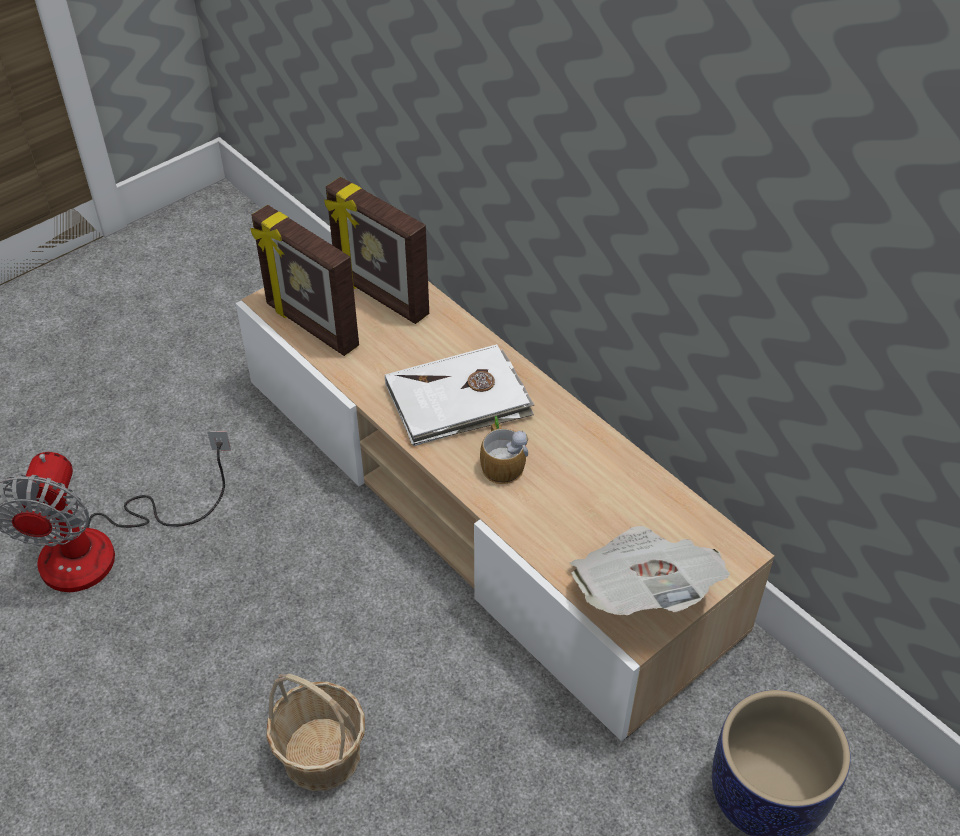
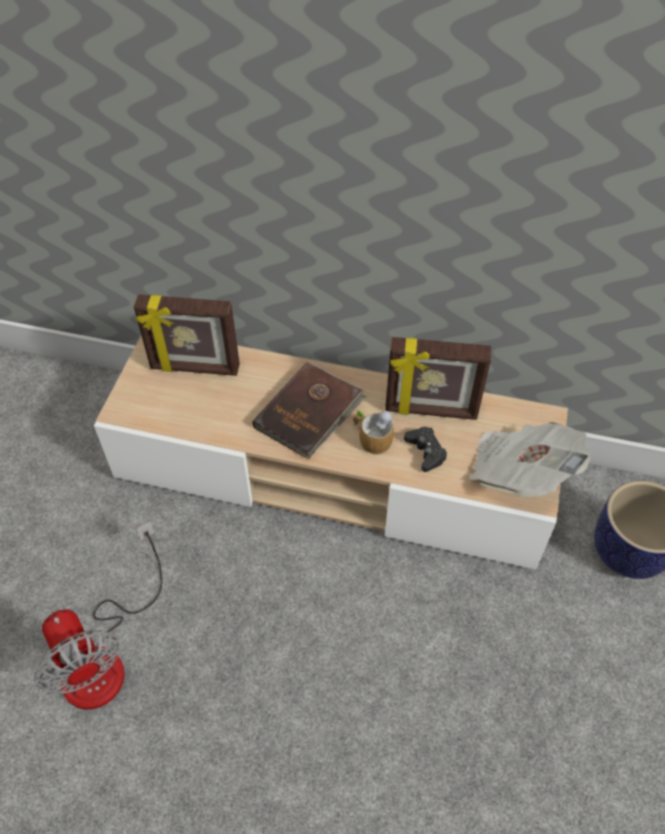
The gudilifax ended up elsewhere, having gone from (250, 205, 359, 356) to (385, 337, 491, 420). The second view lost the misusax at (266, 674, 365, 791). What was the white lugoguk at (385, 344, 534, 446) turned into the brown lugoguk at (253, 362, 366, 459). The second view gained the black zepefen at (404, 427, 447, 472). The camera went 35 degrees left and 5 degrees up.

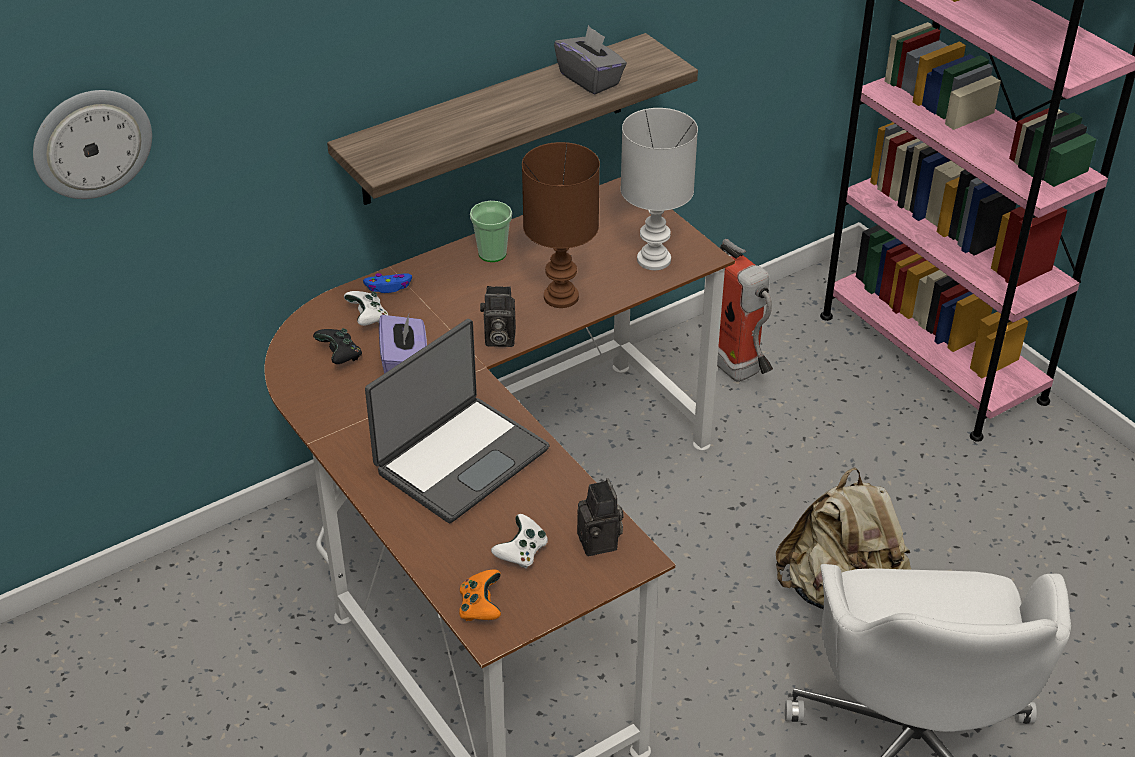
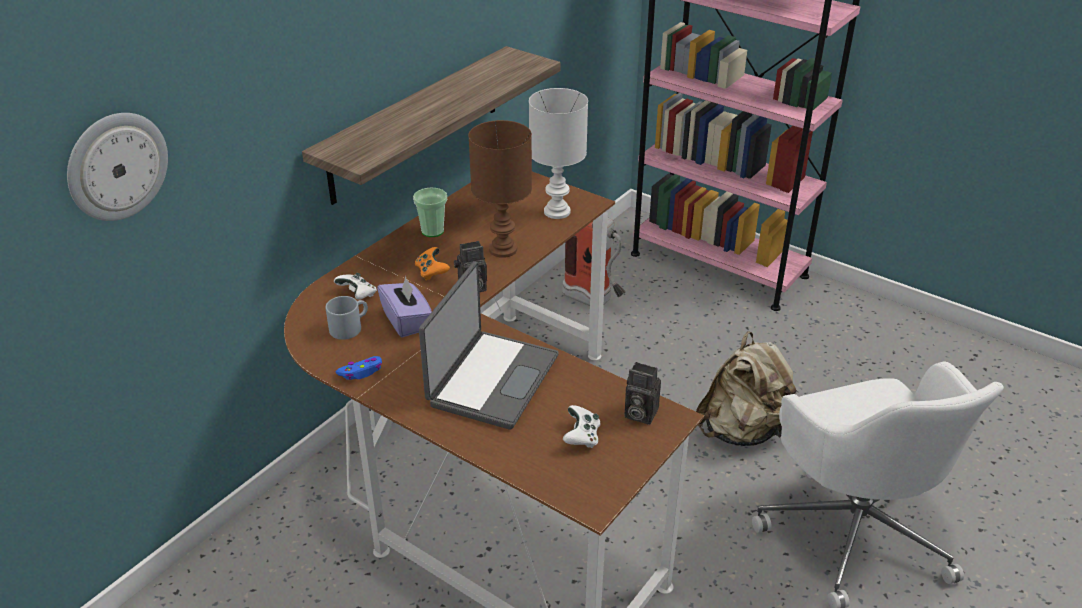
Where the black zepefen stood at (313, 328, 362, 364), the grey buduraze came to stand at (325, 296, 368, 340). The blue zepefen ended up elsewhere, having gone from (363, 273, 412, 293) to (335, 356, 382, 380). The orange zepefen ended up elsewhere, having gone from (459, 570, 501, 621) to (415, 247, 450, 281). The second view lost the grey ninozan at (554, 25, 627, 94). The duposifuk at (577, 478, 624, 556) ended up facing another way, 150 degrees clockwise from before. The camera went 20 degrees left and 5 degrees down.

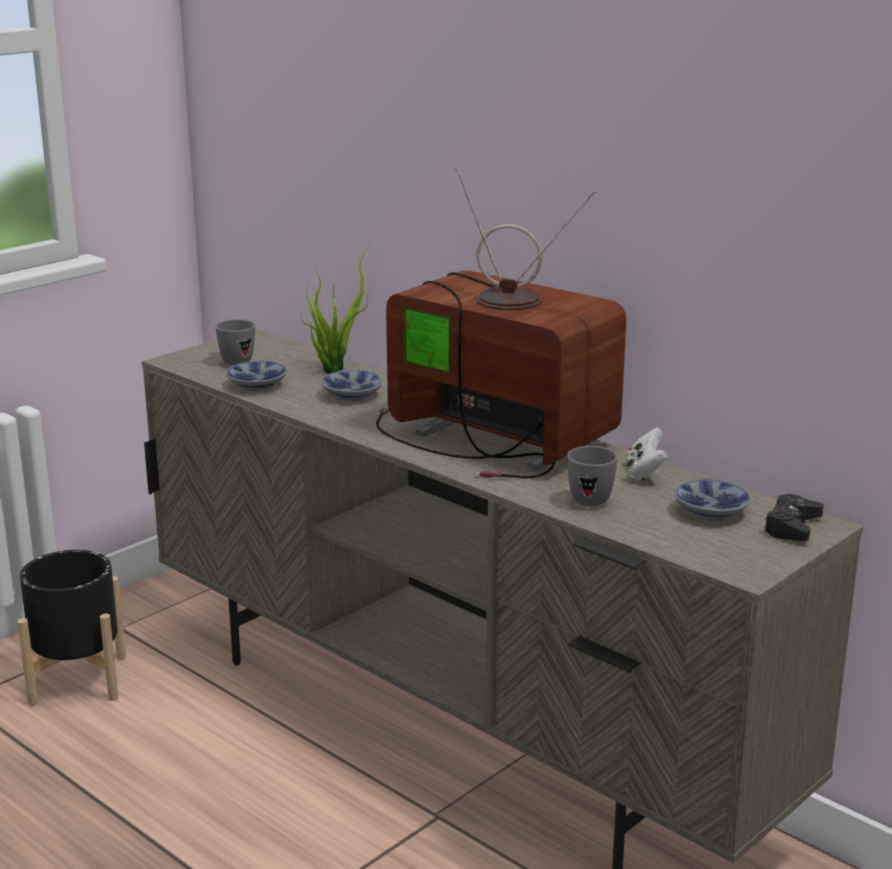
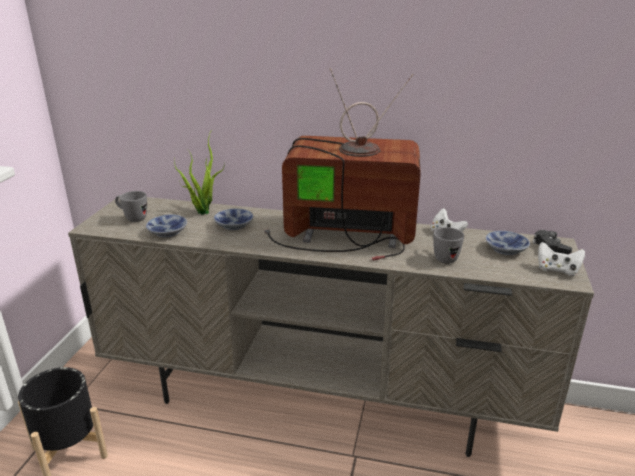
The second view gained the white zepefen at (538, 242, 585, 276). The camera went 30 degrees left and 5 degrees up.

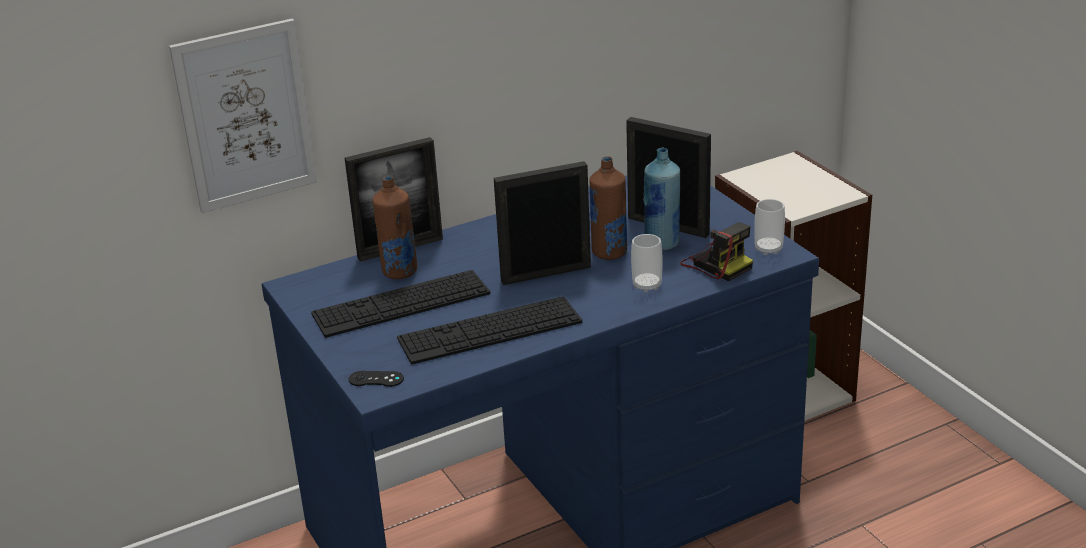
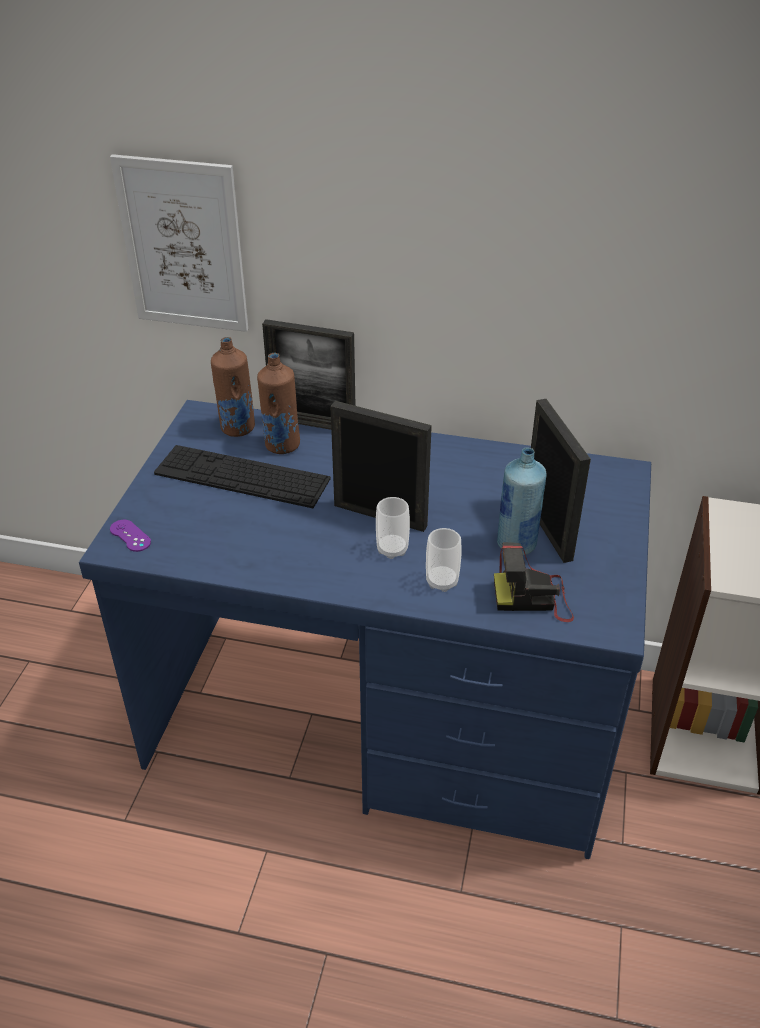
What was the black zepefen at (348, 371, 404, 387) turned into the purple zepefen at (110, 520, 151, 552). The second view lost the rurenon at (397, 296, 582, 364). The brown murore ended up elsewhere, having gone from (590, 156, 627, 260) to (211, 337, 255, 437). The duposifuk at (680, 222, 753, 281) ended up facing another way, 90 degrees clockwise from before. The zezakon ended up elsewhere, having gone from (754, 199, 785, 255) to (376, 497, 410, 559). The camera went 40 degrees right and 10 degrees up.

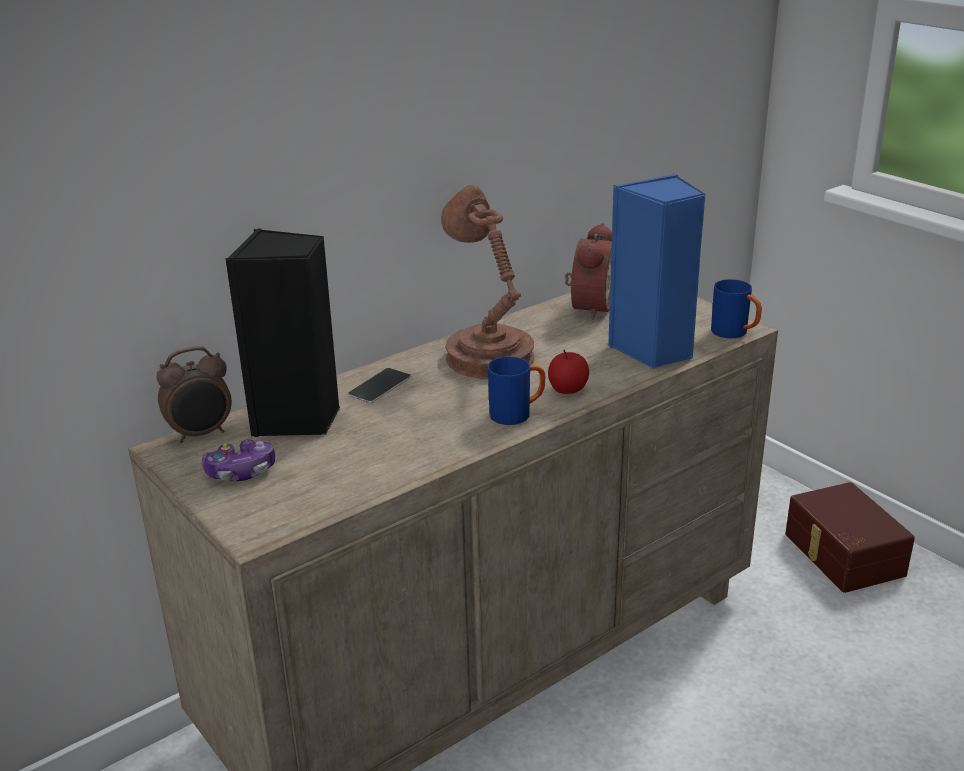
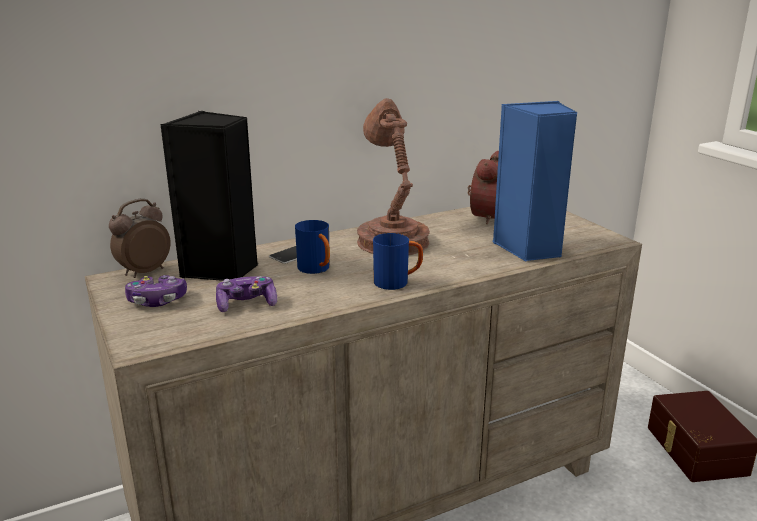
The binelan at (157, 346, 232, 443) ended up facing another way, 150 degrees clockwise from before. The second view lost the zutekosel at (548, 350, 589, 394). The blue buduraze ended up elsewhere, having gone from (711, 279, 762, 338) to (295, 220, 330, 274). The second view gained the zepefen at (216, 276, 277, 312). The camera went 10 degrees right and 5 degrees down.

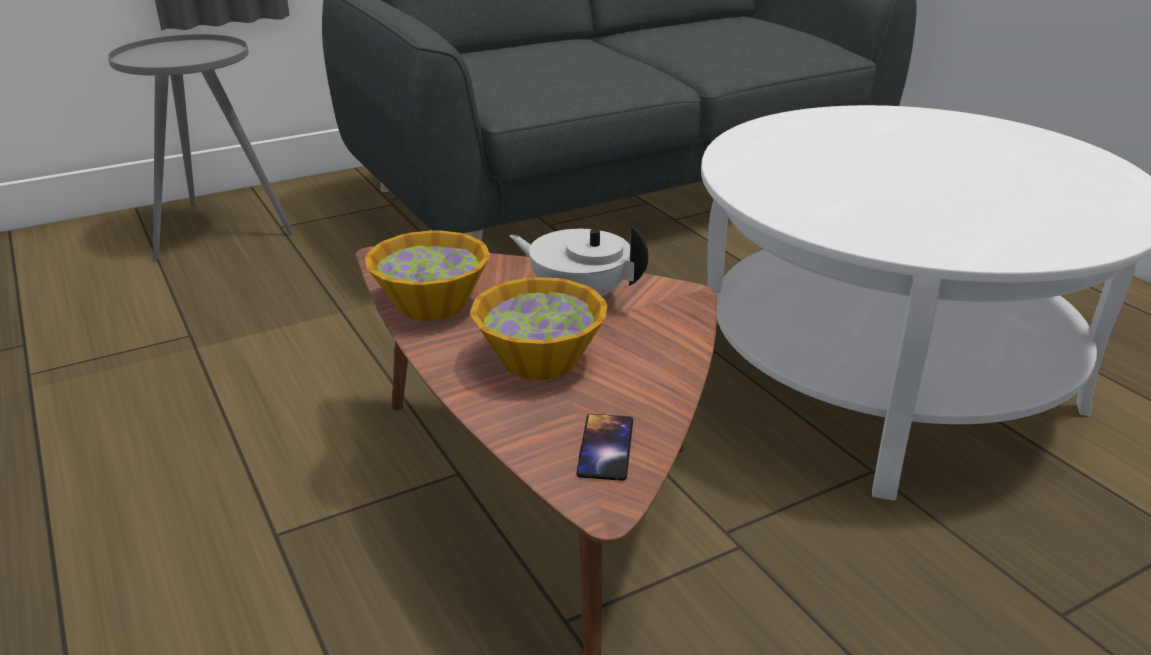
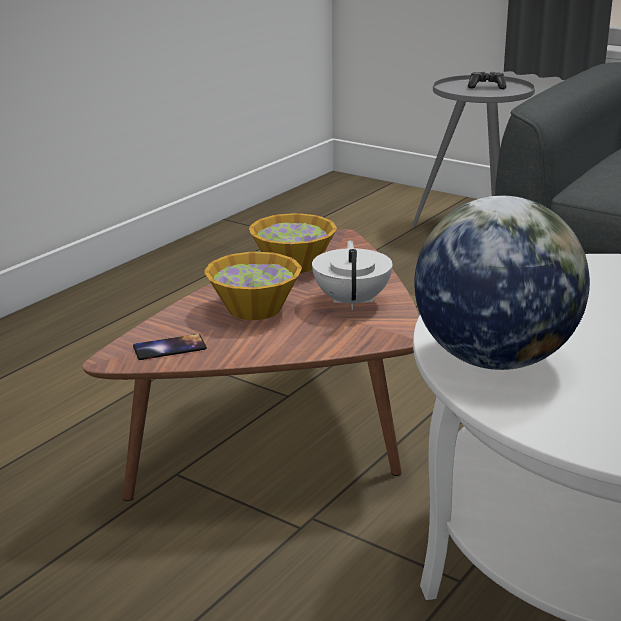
The second view gained the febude at (414, 196, 590, 370). The second view gained the zepefen at (468, 72, 506, 89). The camera went 65 degrees right and 5 degrees down.

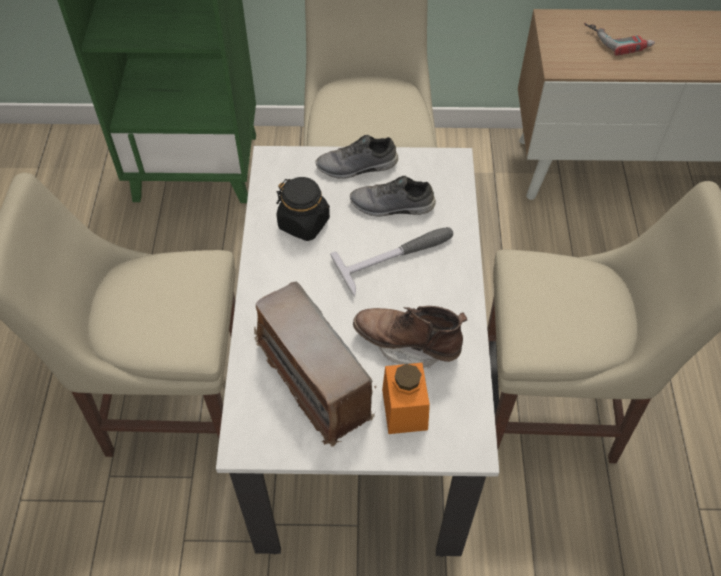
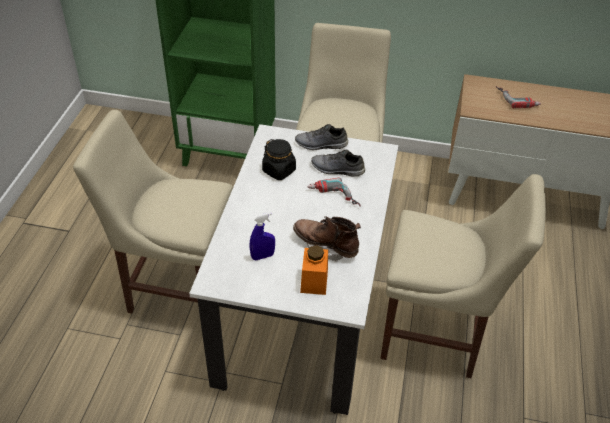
Where the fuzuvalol stood at (254, 282, 376, 447), the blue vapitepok came to stand at (250, 213, 275, 260). Where the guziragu stood at (330, 227, 453, 296), the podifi came to stand at (307, 178, 361, 207). The camera went 10 degrees right and 10 degrees down.

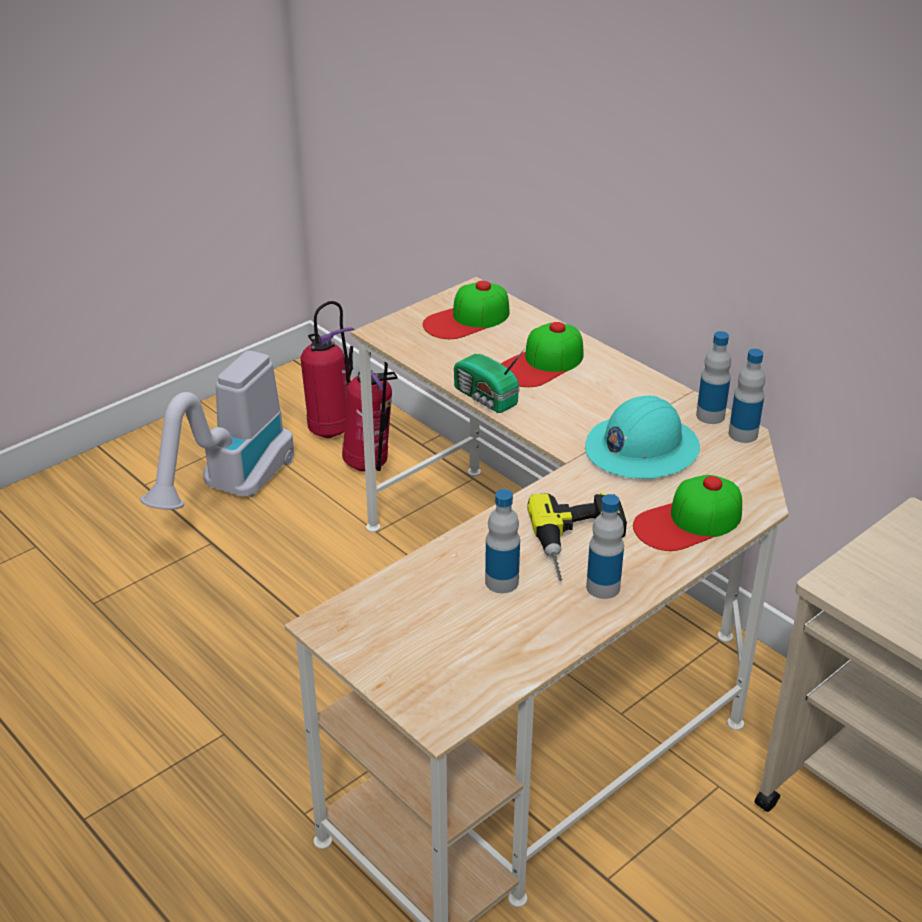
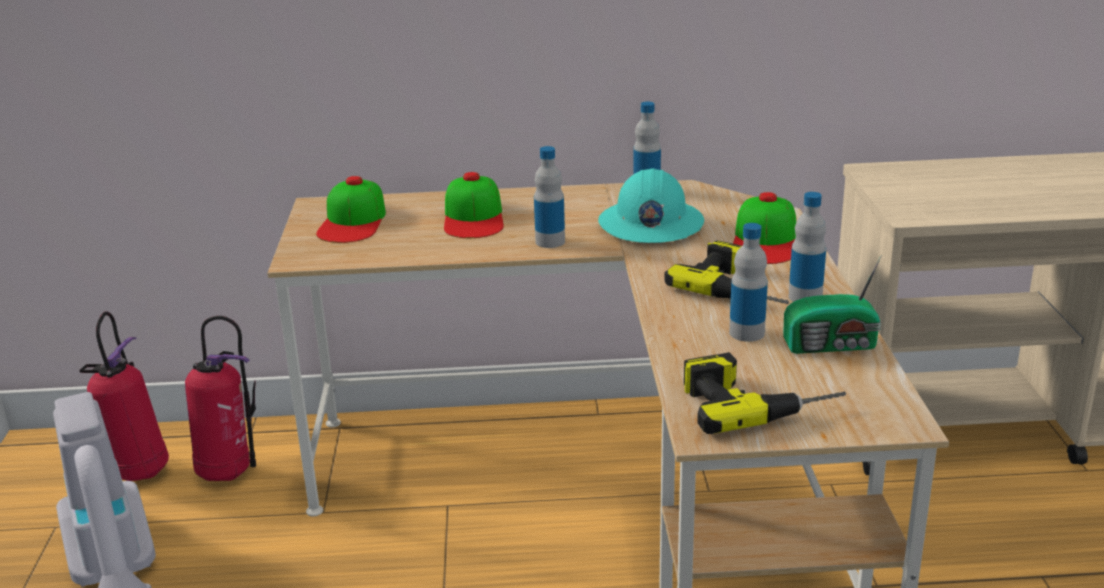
The fuzuvalol ended up elsewhere, having gone from (454, 348, 525, 413) to (783, 255, 882, 354). The murore ended up elsewhere, having gone from (729, 349, 765, 443) to (534, 146, 565, 248). The second view gained the podifi at (684, 352, 846, 434). The camera went 50 degrees left and 10 degrees down.

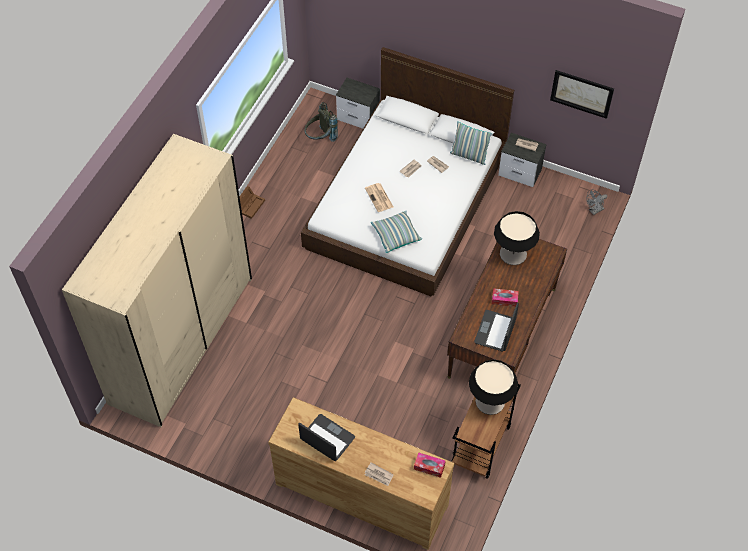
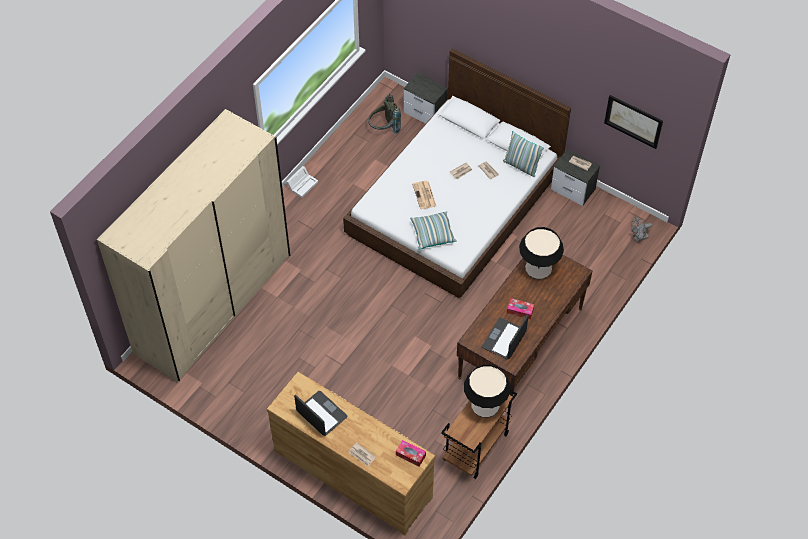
What was the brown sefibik at (239, 186, 265, 219) turned into the white sefibik at (286, 166, 318, 198). The camera went 10 degrees right and 0 degrees up.

